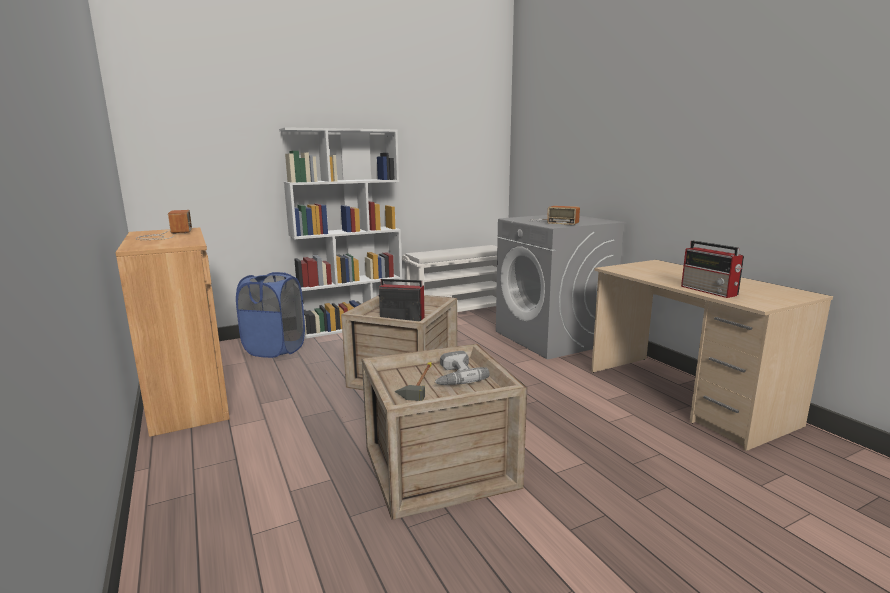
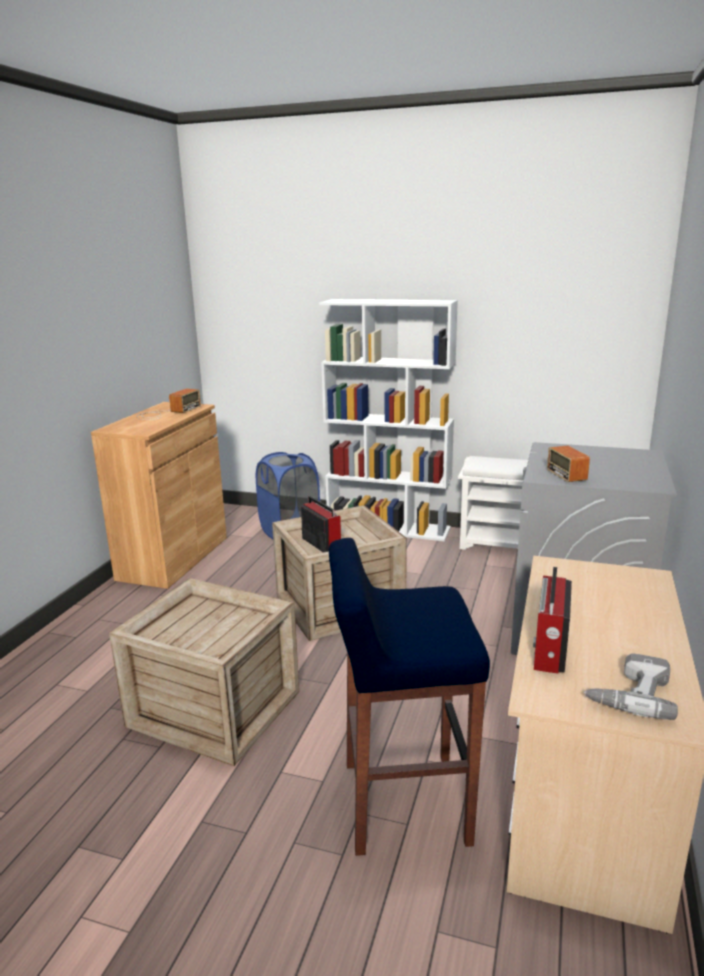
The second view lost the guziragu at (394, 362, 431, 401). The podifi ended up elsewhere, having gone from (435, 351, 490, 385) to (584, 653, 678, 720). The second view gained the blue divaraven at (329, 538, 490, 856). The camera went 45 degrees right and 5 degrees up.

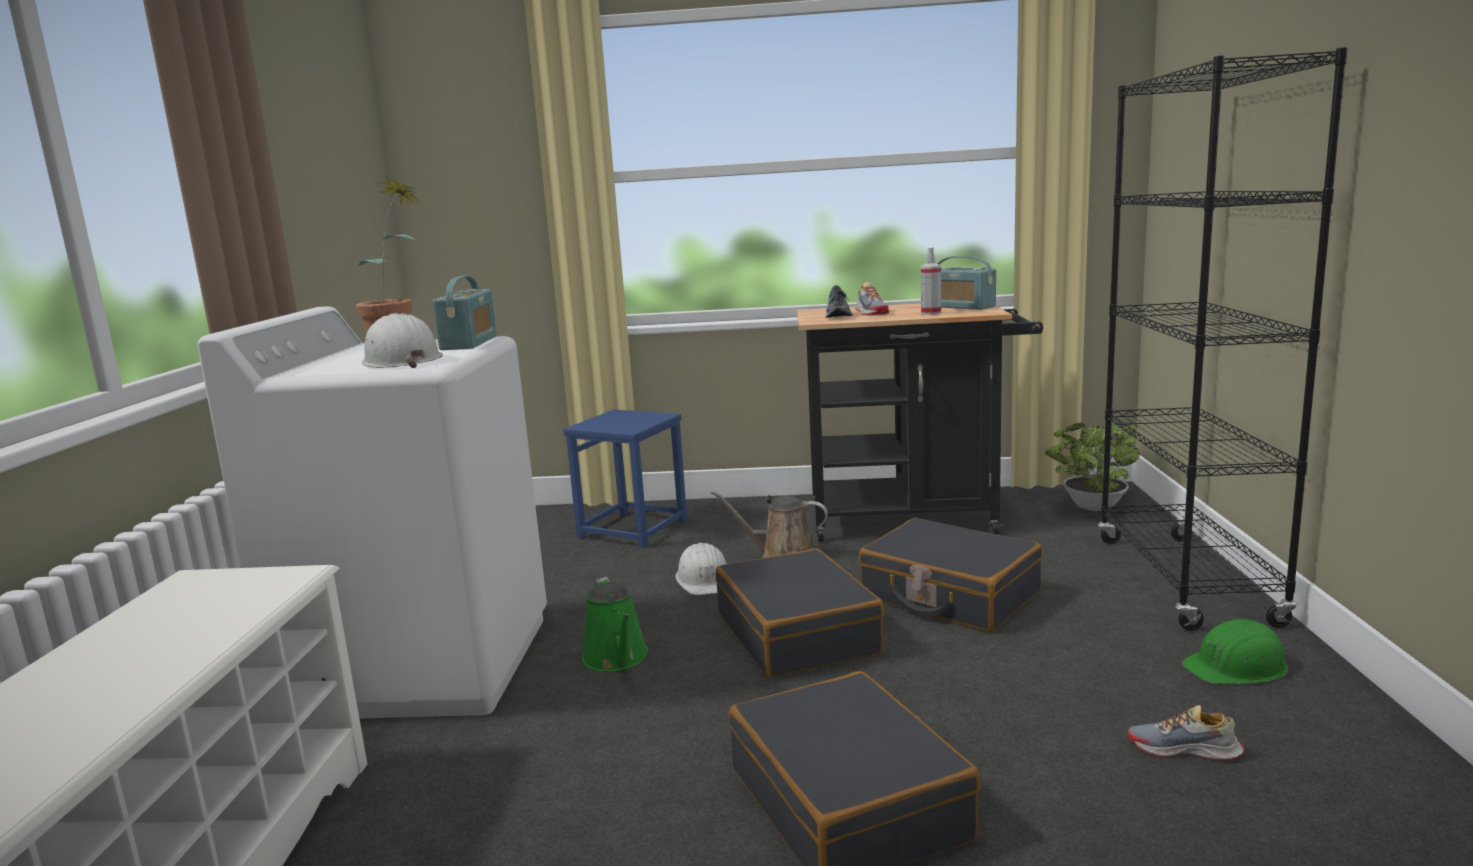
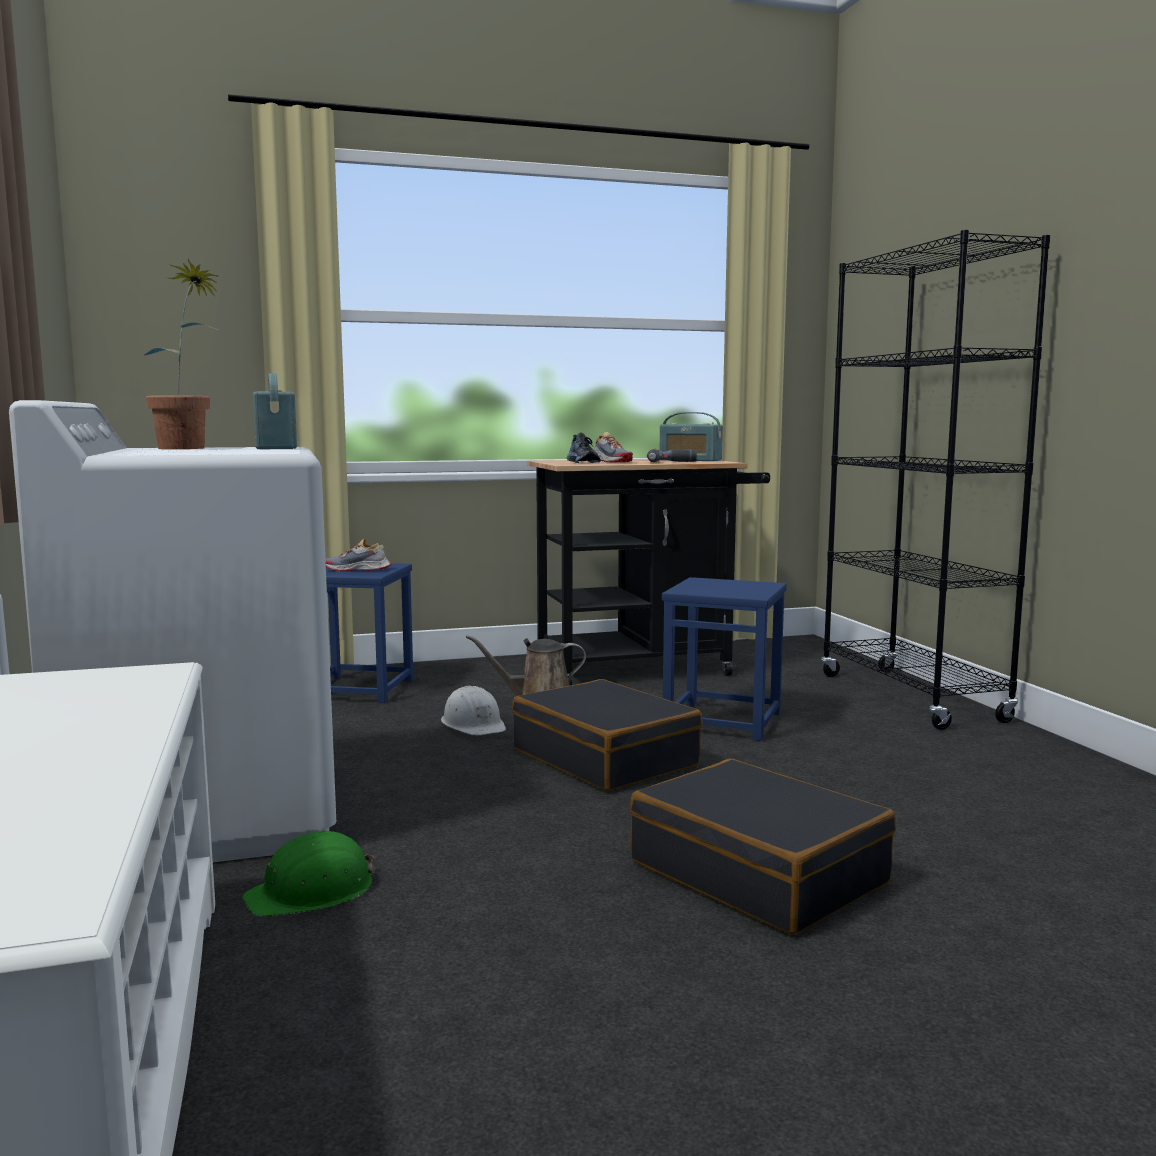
The second view lost the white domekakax at (362, 313, 443, 368). The second view lost the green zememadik at (582, 577, 648, 672). Where the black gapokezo stood at (858, 518, 1042, 632), the blue divaraven came to stand at (662, 577, 787, 741). Where the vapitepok stood at (921, 247, 941, 315), the podifi came to stand at (647, 449, 697, 462). The second view lost the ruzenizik at (1045, 422, 1140, 511). The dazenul ended up elsewhere, having gone from (1128, 705, 1244, 761) to (325, 538, 391, 572). The green domekakax ended up elsewhere, having gone from (1182, 619, 1288, 684) to (242, 830, 375, 916). The camera went 20 degrees left and 5 degrees down.

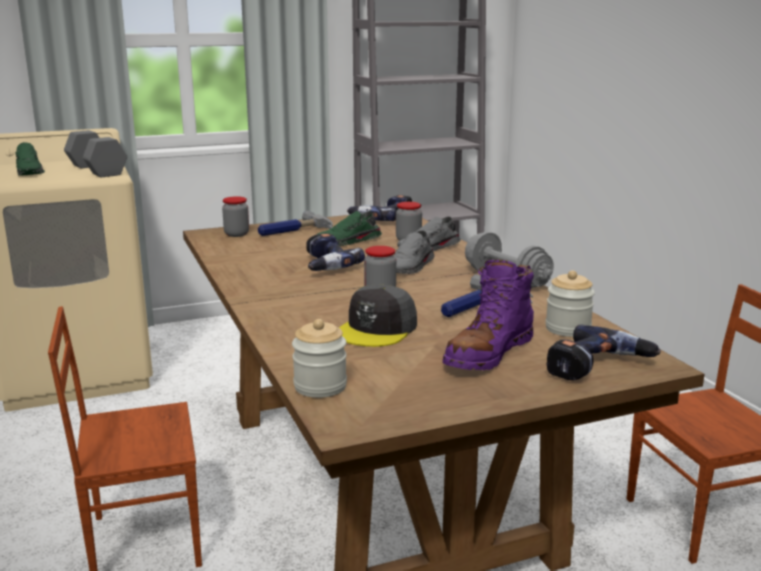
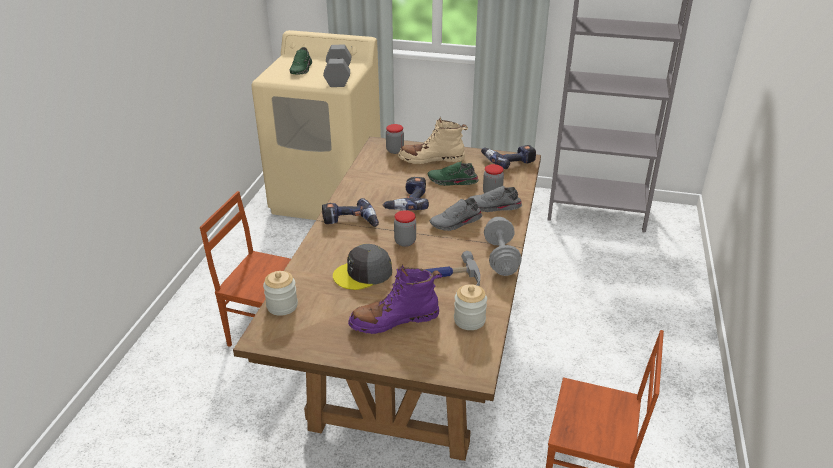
Where the guziragu stood at (258, 211, 333, 236), the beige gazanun came to stand at (398, 117, 468, 164). The podifi ended up elsewhere, having gone from (546, 324, 661, 380) to (322, 198, 379, 227). The camera went 35 degrees right and 15 degrees up.

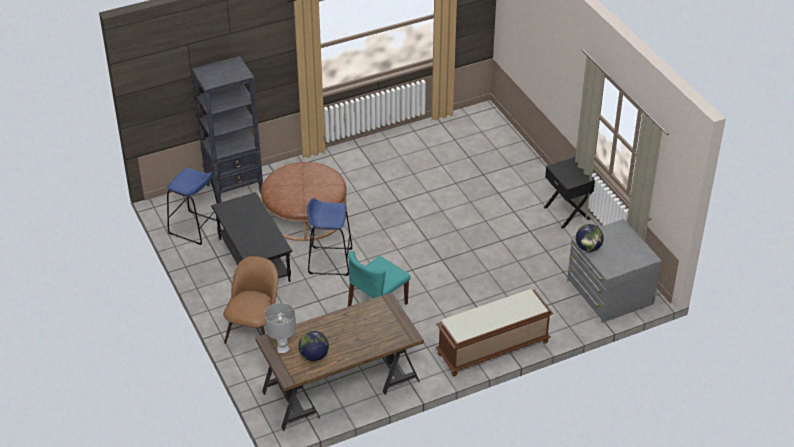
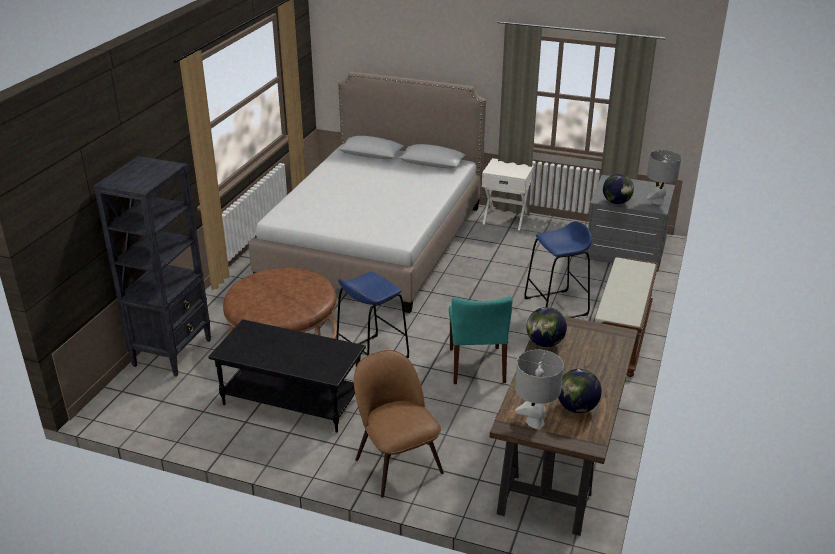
The blue divaraven ended up elsewhere, having gone from (167, 168, 218, 245) to (524, 221, 592, 318). What was the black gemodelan at (544, 157, 595, 228) turned into the white gemodelan at (482, 158, 534, 230). The second view gained the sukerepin at (249, 72, 486, 313). The second view gained the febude at (526, 307, 567, 347). The second view gained the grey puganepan at (647, 150, 681, 205). The camera went 45 degrees left and 10 degrees down.

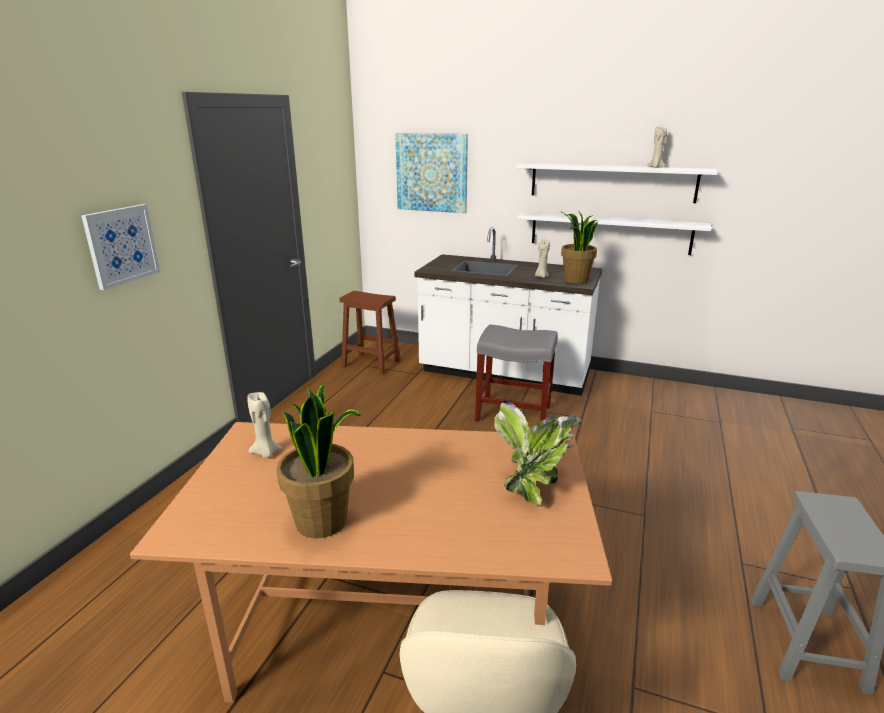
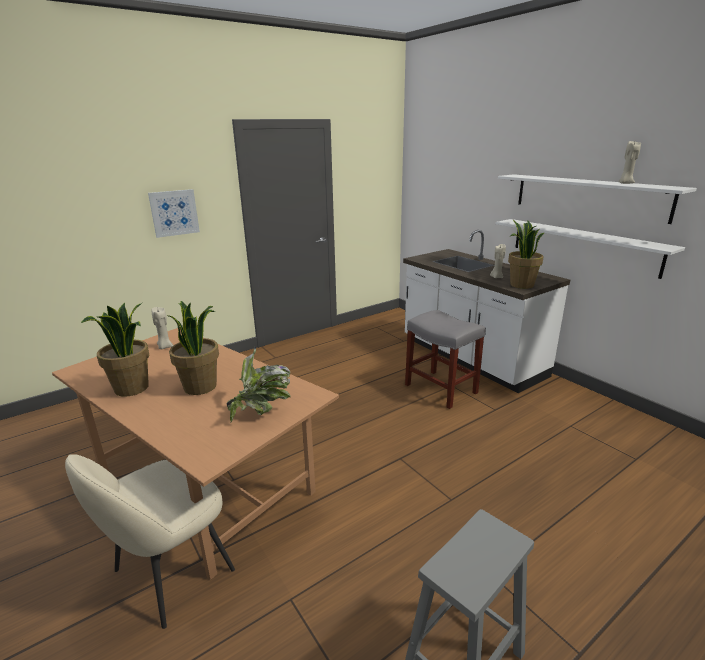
The second view lost the brown divaraven at (340, 291, 400, 375). The second view lost the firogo at (395, 133, 468, 213). The second view gained the ruzenizik at (168, 301, 219, 395). The camera went 35 degrees right and 0 degrees up.

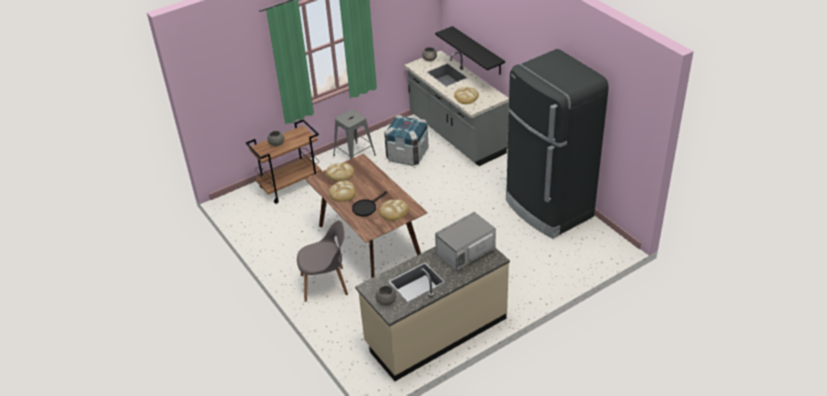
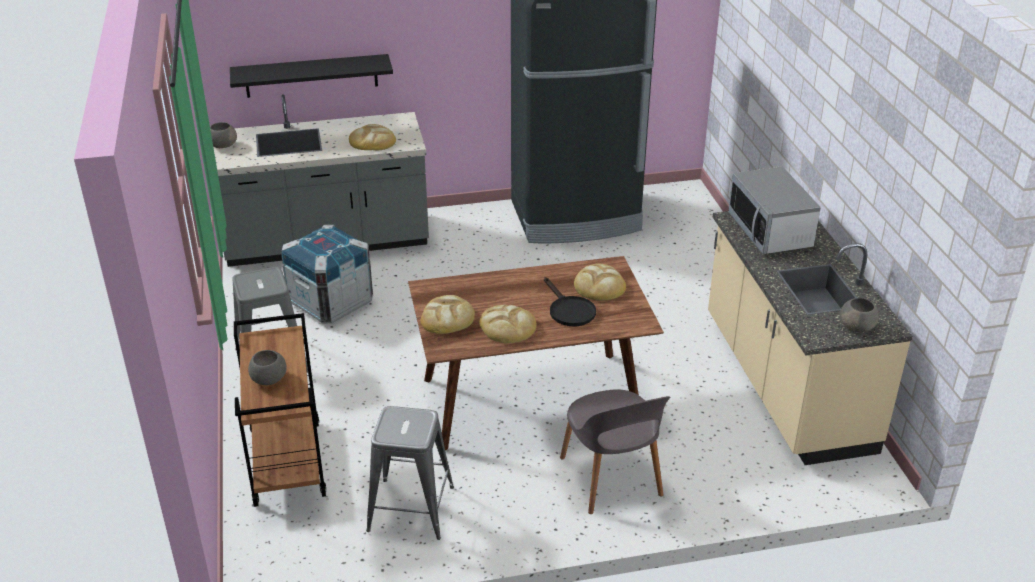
The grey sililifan at (297, 220, 348, 302) ended up facing another way, 150 degrees clockwise from before. The second view gained the grey divaraven at (366, 406, 454, 540). The camera went 70 degrees left and 5 degrees down.

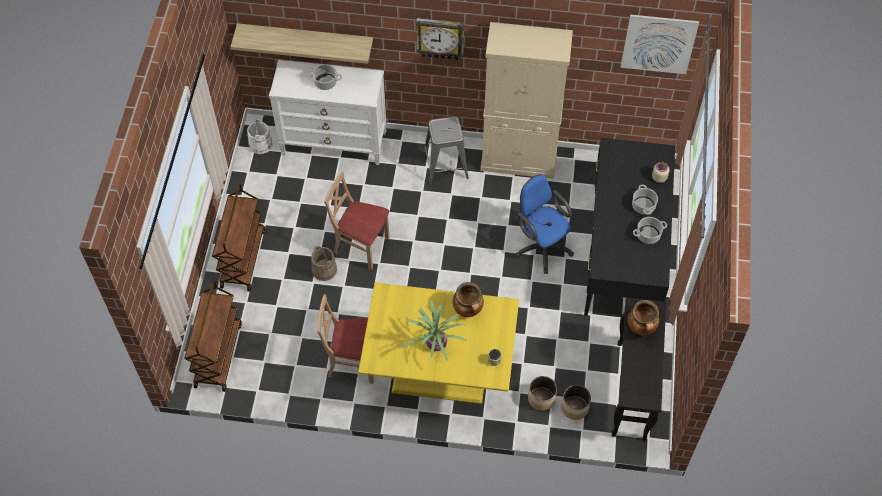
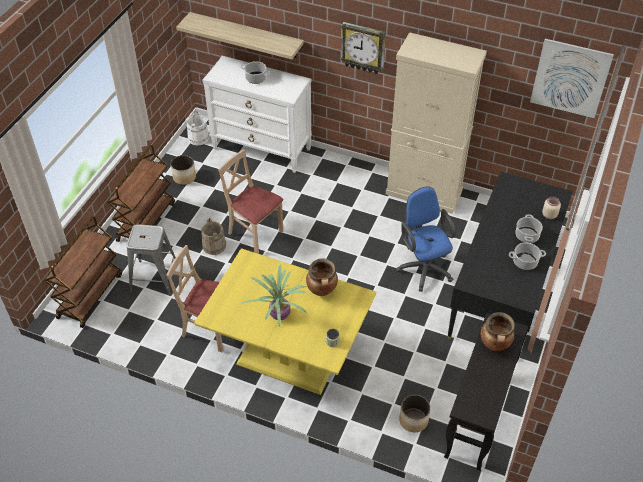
The grey divaraven ended up elsewhere, having gone from (423, 117, 469, 184) to (127, 224, 176, 295). The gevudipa ended up elsewhere, having gone from (528, 376, 557, 411) to (171, 155, 196, 185). The camera went 15 degrees right and 10 degrees down.

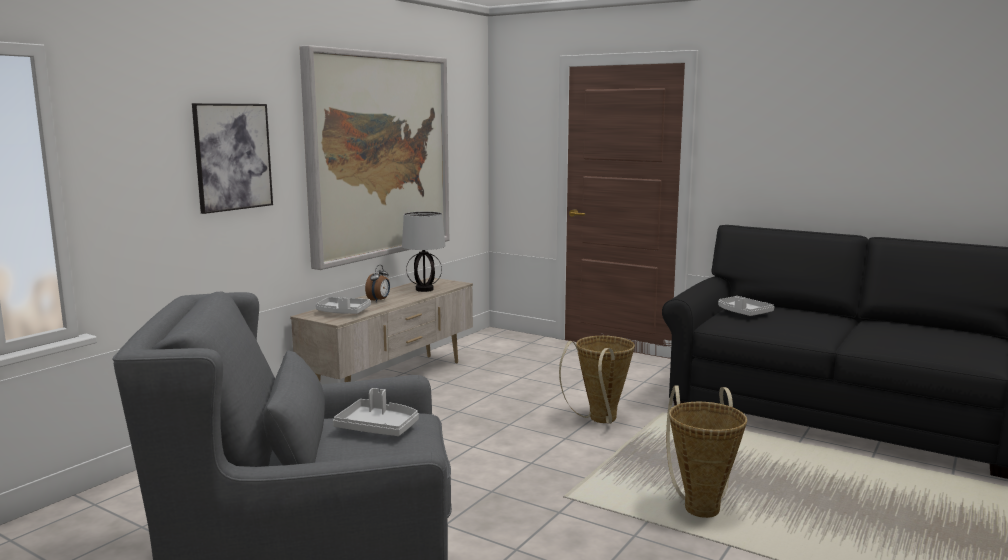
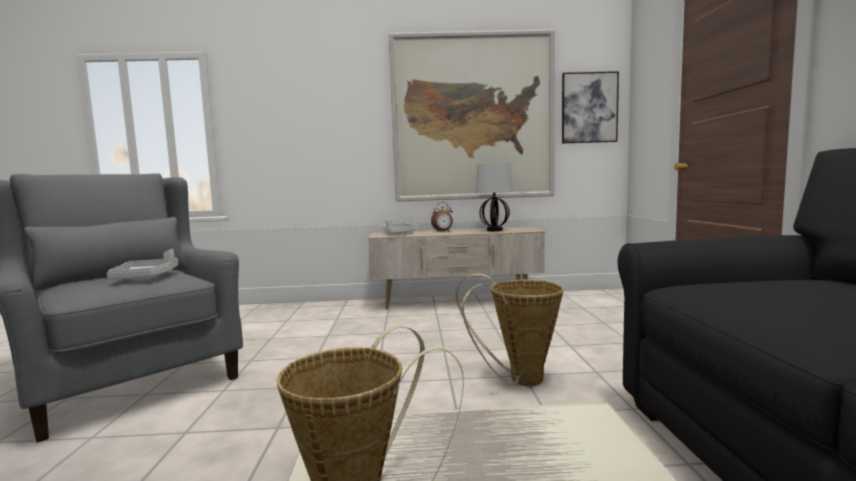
The firogo ended up elsewhere, having gone from (192, 103, 273, 214) to (562, 71, 619, 144). The second view lost the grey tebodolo at (718, 296, 774, 316). The camera went 55 degrees right and 5 degrees down.

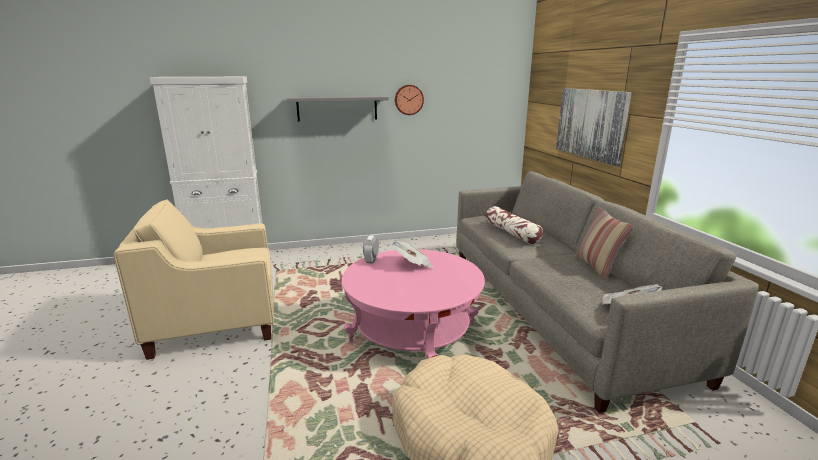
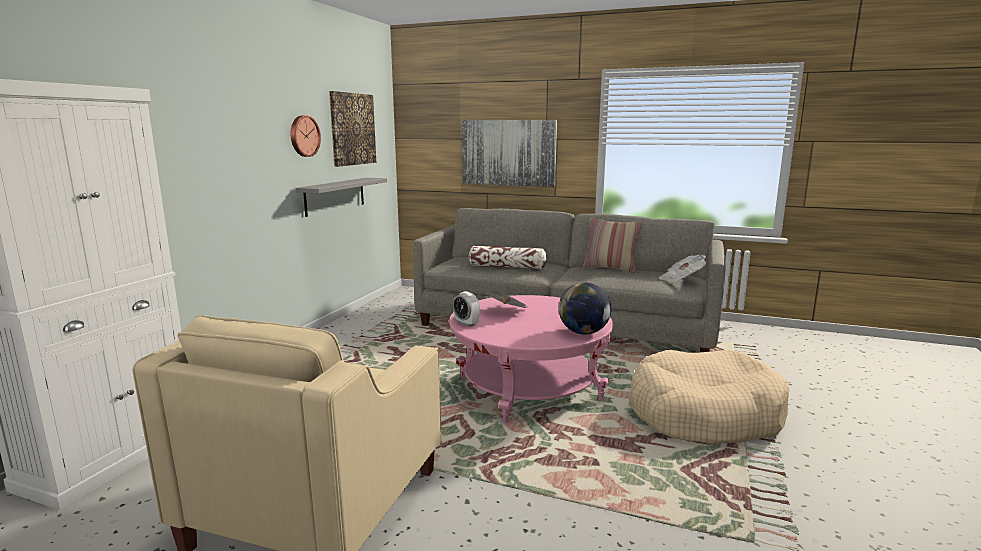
The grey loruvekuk ended up elsewhere, having gone from (287, 96, 389, 121) to (295, 178, 387, 217). The second view gained the firogo at (329, 91, 376, 167). The second view gained the febude at (559, 283, 611, 334). The camera went 55 degrees left and 5 degrees down.

